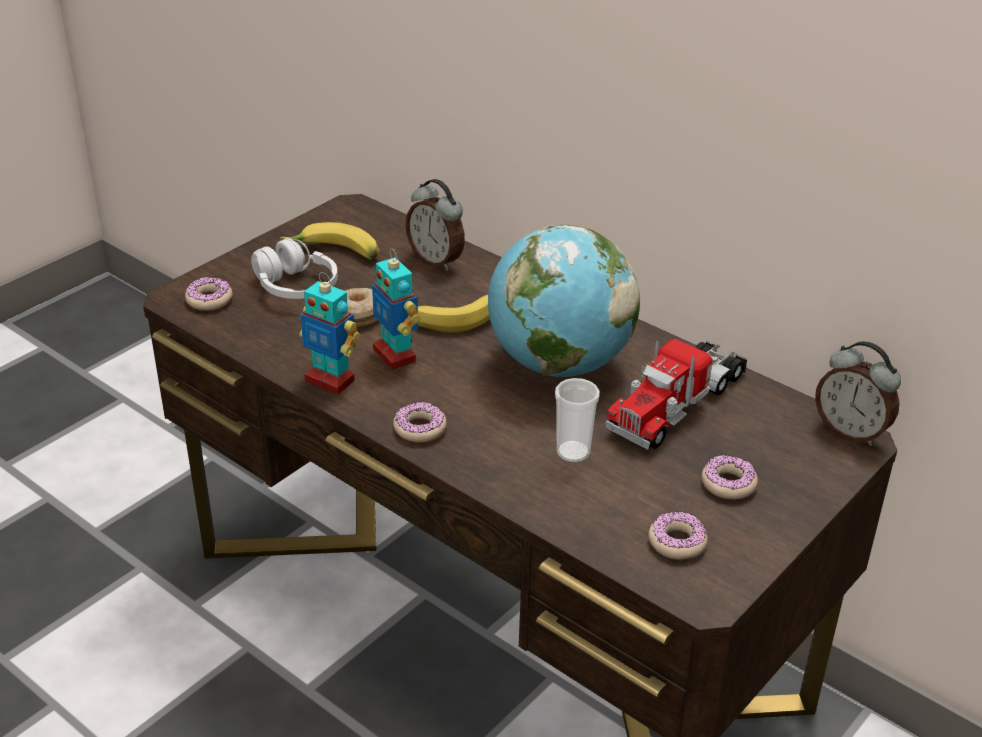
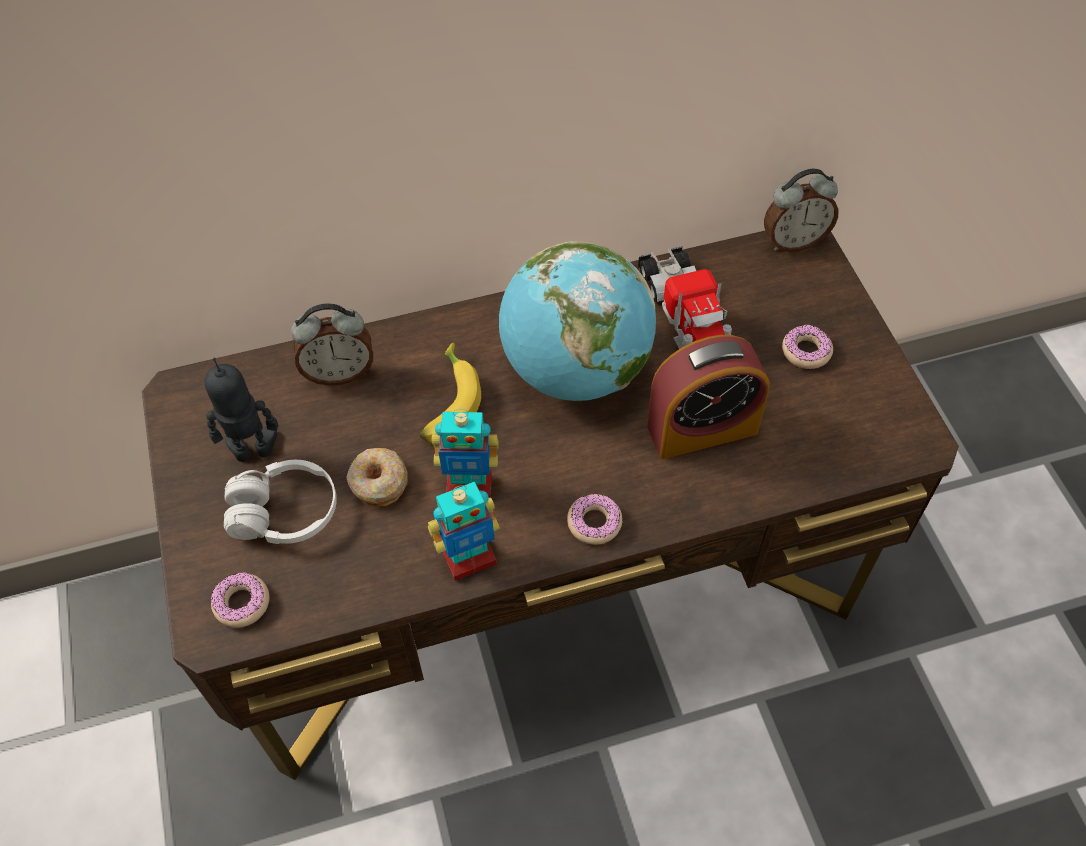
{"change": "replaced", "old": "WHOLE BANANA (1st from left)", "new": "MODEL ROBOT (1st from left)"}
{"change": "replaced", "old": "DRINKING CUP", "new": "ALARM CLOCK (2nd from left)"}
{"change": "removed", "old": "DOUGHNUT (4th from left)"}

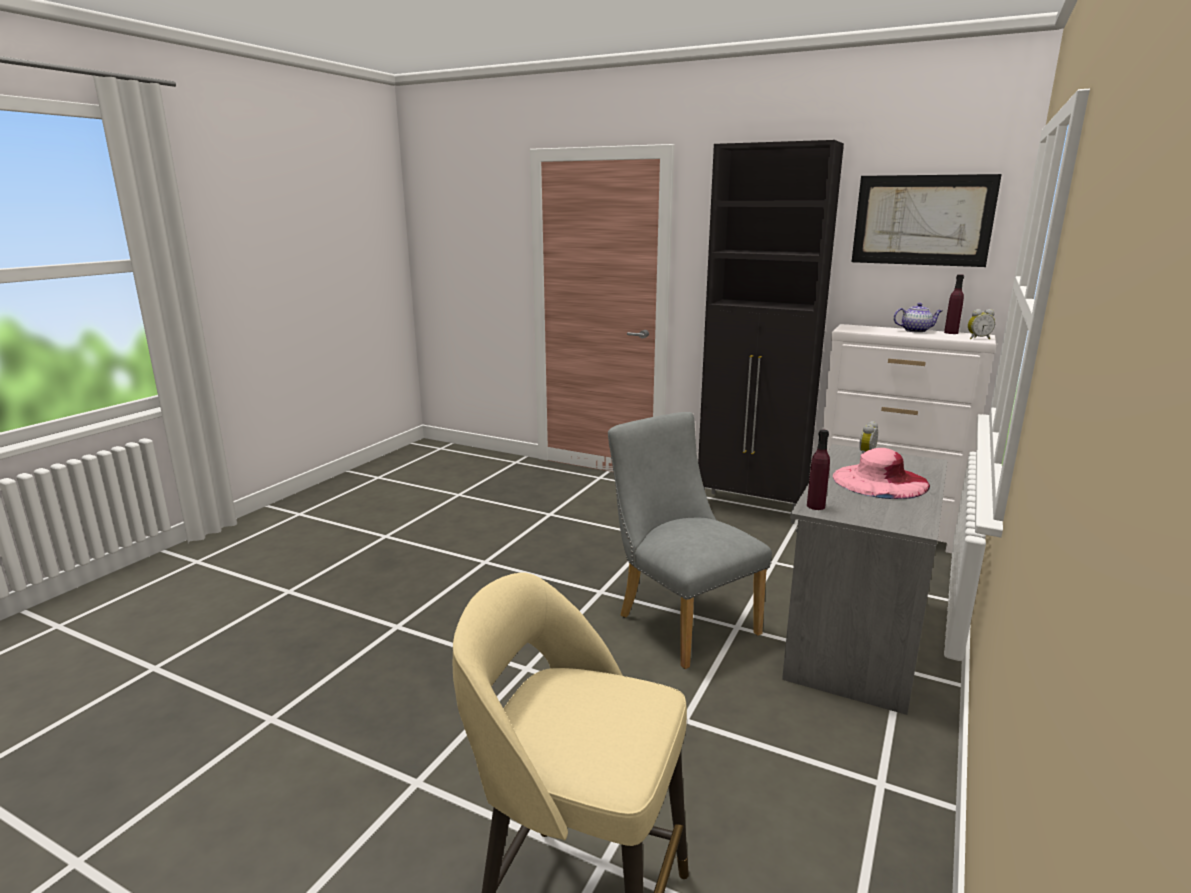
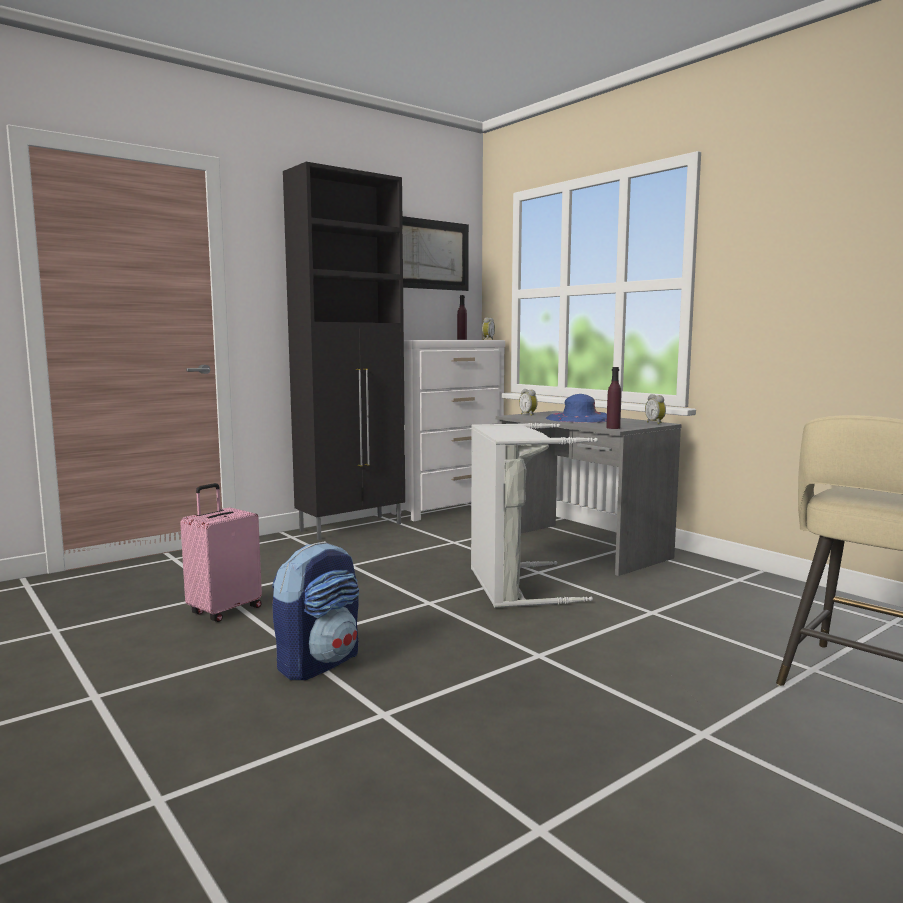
{"change": "removed", "old": "TEA POT"}
{"change": "replaced", "old": "GREYISH UPRIGHT CHAIR", "new": "GREYISH LAUNDRY BASKET"}
{"change": "recoloured", "old": "PINK HAT", "new": "BLUISH HAT"}
{"change": "added", "new": "ALARM CLOCK (3rd from left)"}
{"change": "added", "new": "PINK TRAVEL CASE"}
{"change": "added", "new": "RUCKSACK"}

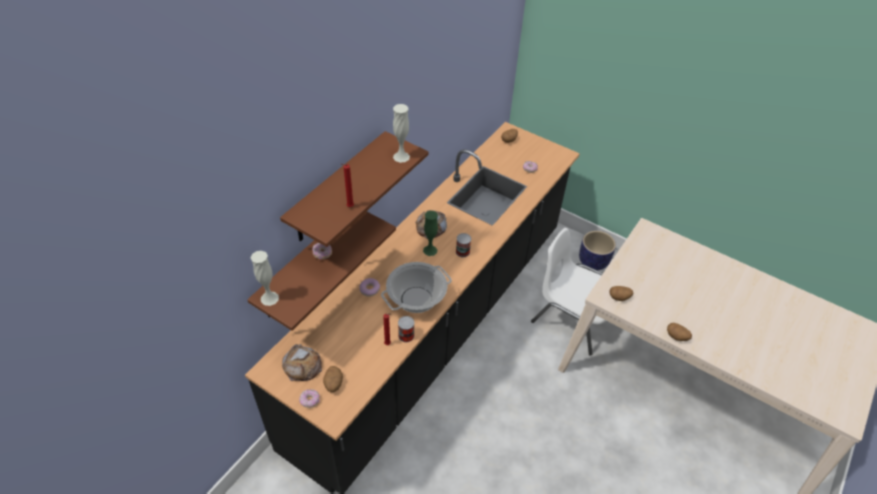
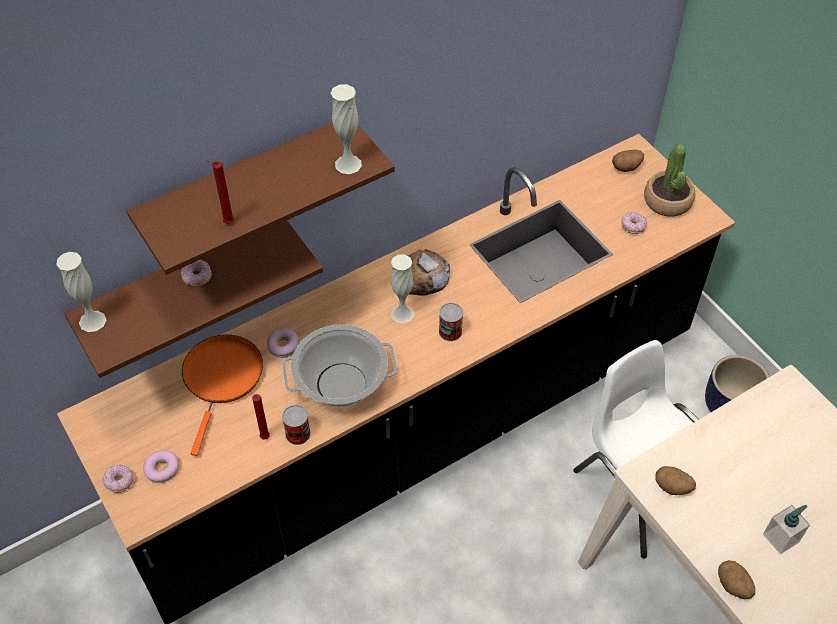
{"change": "recoloured", "old": "GREEN VASE", "new": "WHITISH VASE (3rd from left)"}
{"change": "removed", "old": "BAKERY BREAD (1st from left)"}
{"change": "replaced", "old": "POTATO (1st from left)", "new": "DOUGHNUT (2nd from left)"}
{"change": "added", "new": "POTTED PLANT"}
{"change": "added", "new": "ORANGE FRYING PAN"}
{"change": "added", "new": "SOAP DISPENSER"}

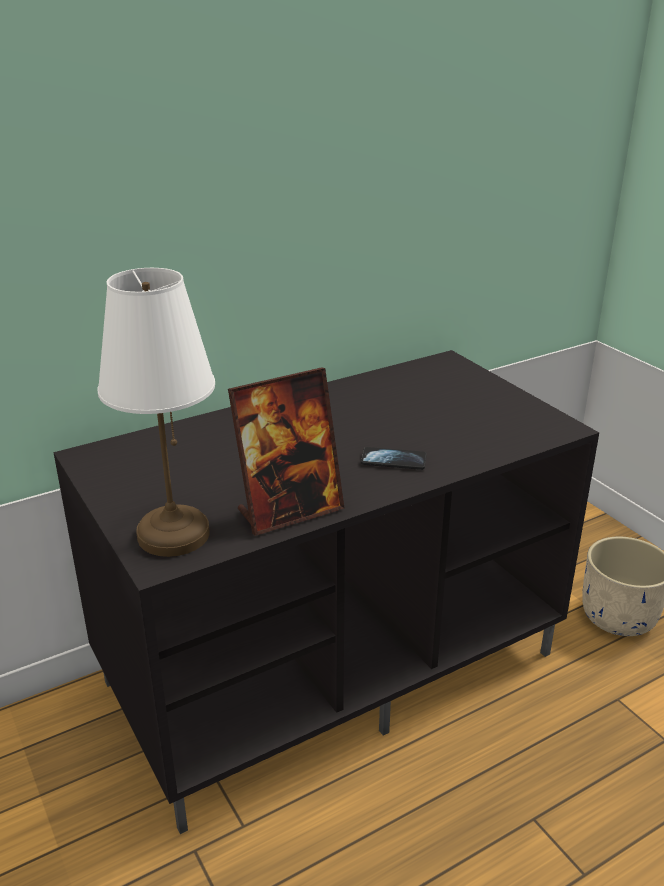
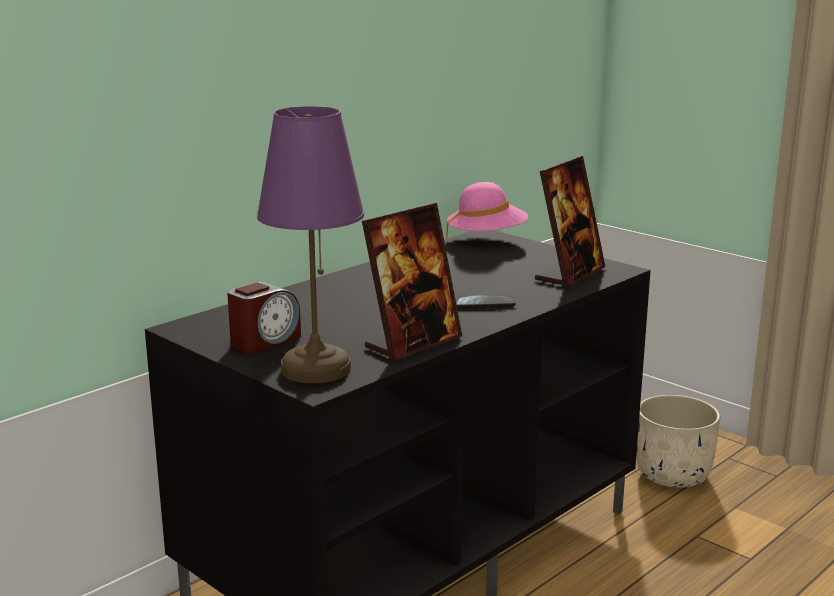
{"change": "recoloured", "old": "WHITISH LAMP FOR A TABLE", "new": "PURPLISH LAMP FOR A TABLE"}
{"change": "added", "new": "PHOTO FRAME (2nd from left)"}
{"change": "added", "new": "PINK HAT"}
{"change": "added", "new": "ALARM CLOCK"}

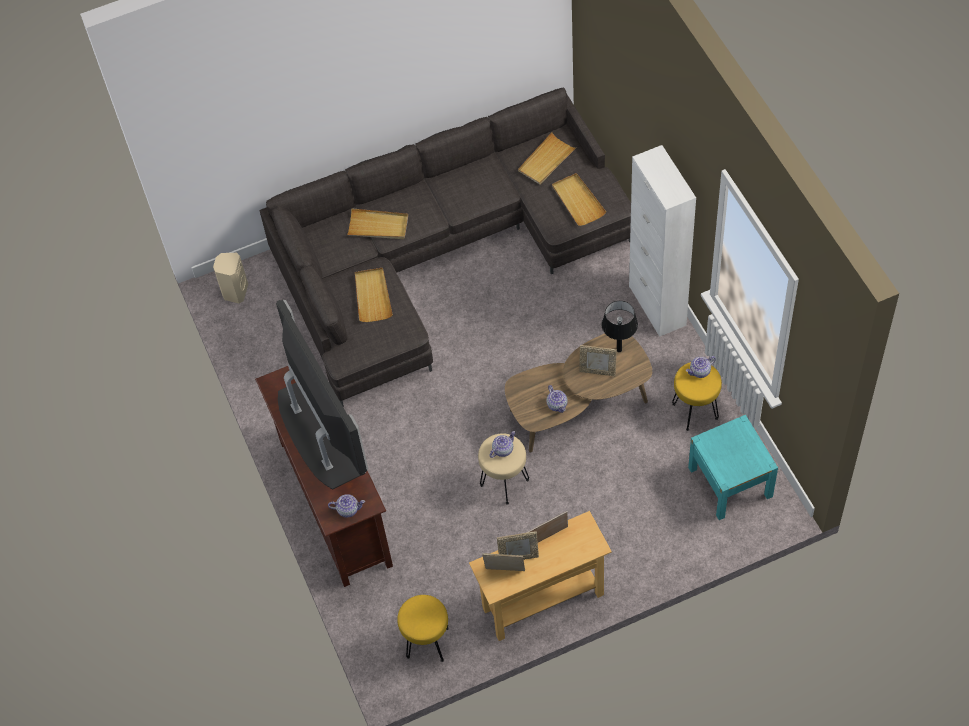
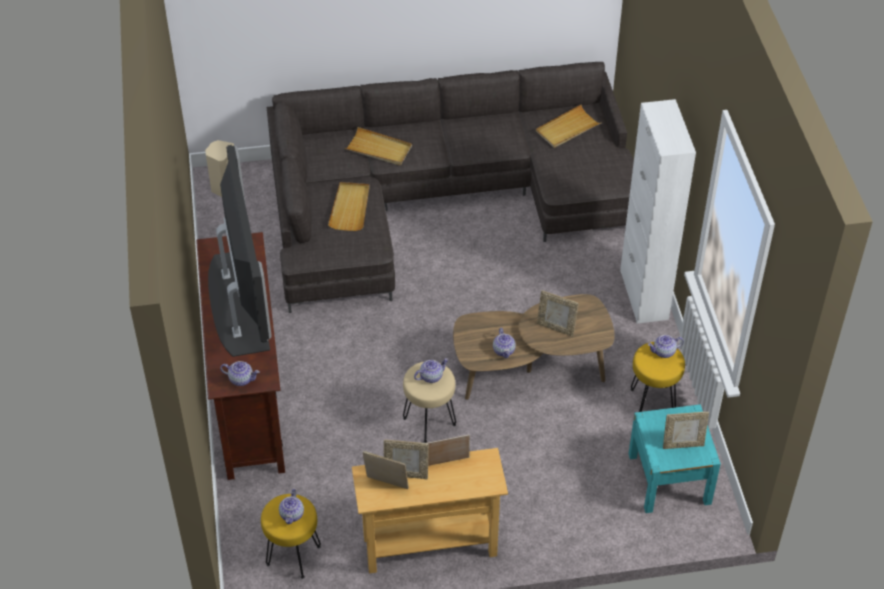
{"change": "removed", "old": "BEIGE CARRYING TRAY (4th from left)"}
{"change": "removed", "old": "BLACK LAMP FOR A TABLE"}
{"change": "added", "new": "PHOTO FRAME (5th from left)"}
{"change": "added", "new": "TEA POT (2nd from left)"}

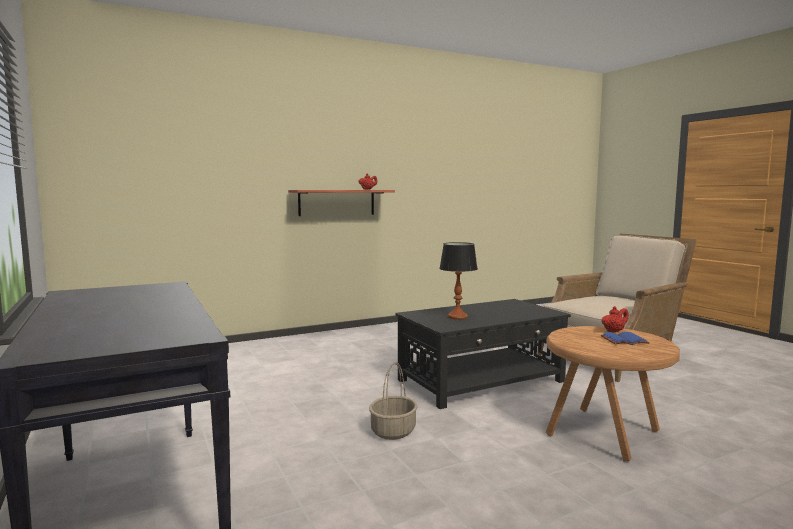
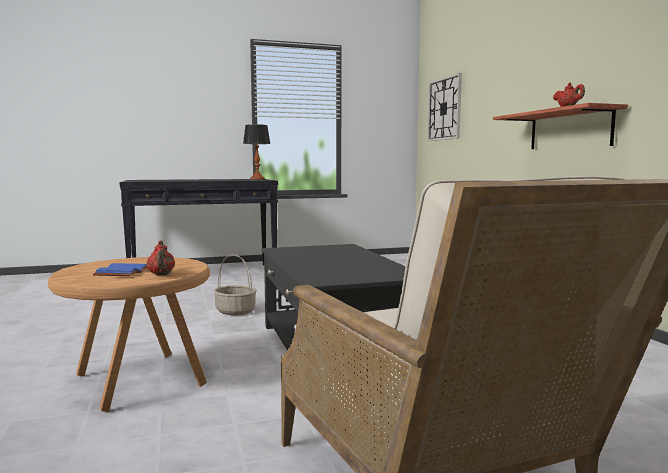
{"change": "moved", "old": "LAMP FOR A TABLE"}
{"change": "added", "new": "HANGING CLOCK"}

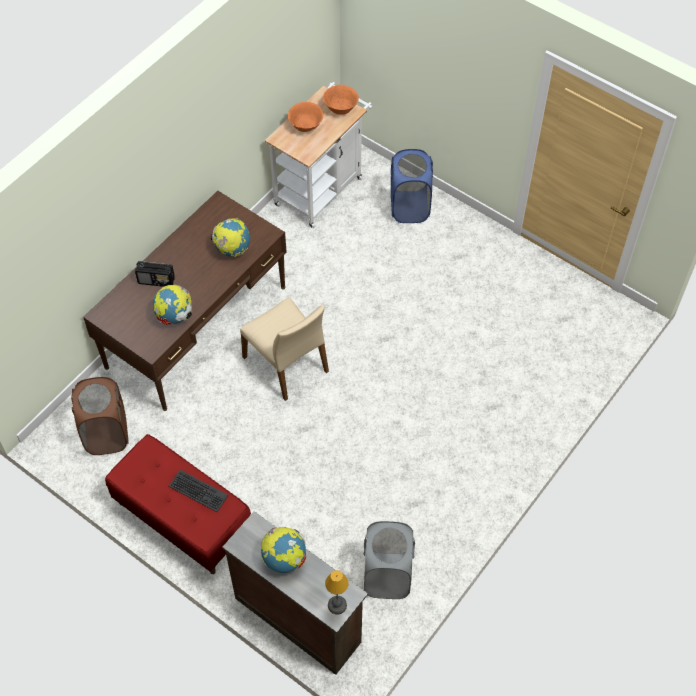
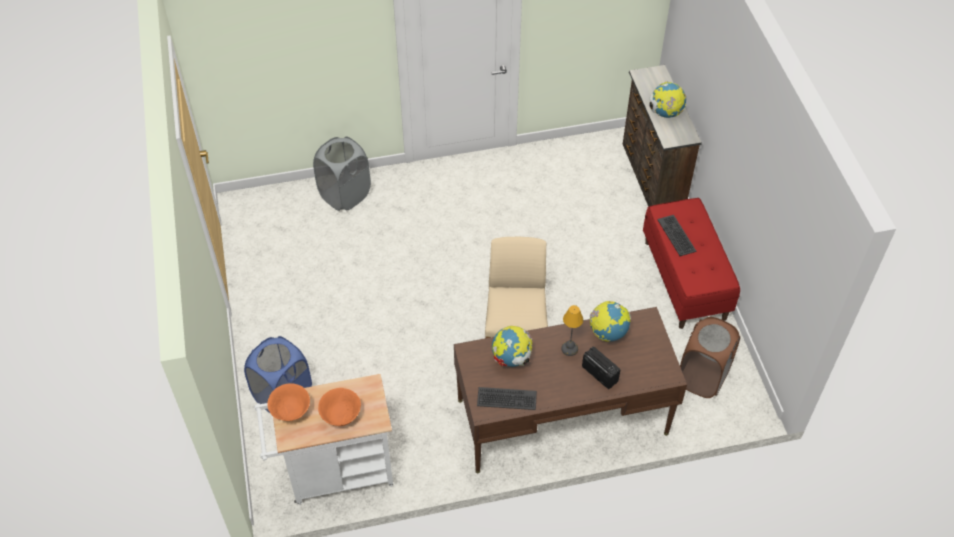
{"change": "moved", "old": "GREYISH LAUNDRY BASKET"}
{"change": "moved", "old": "LAMP FOR A TABLE"}
{"change": "added", "new": "COMPUTER KEYBOARD (1st from left)"}

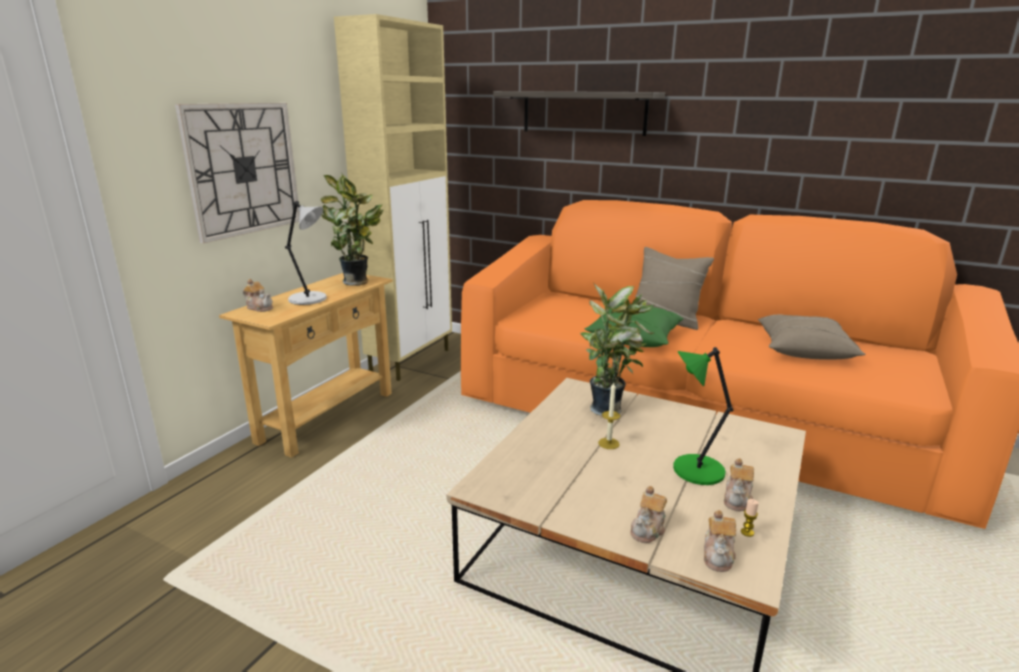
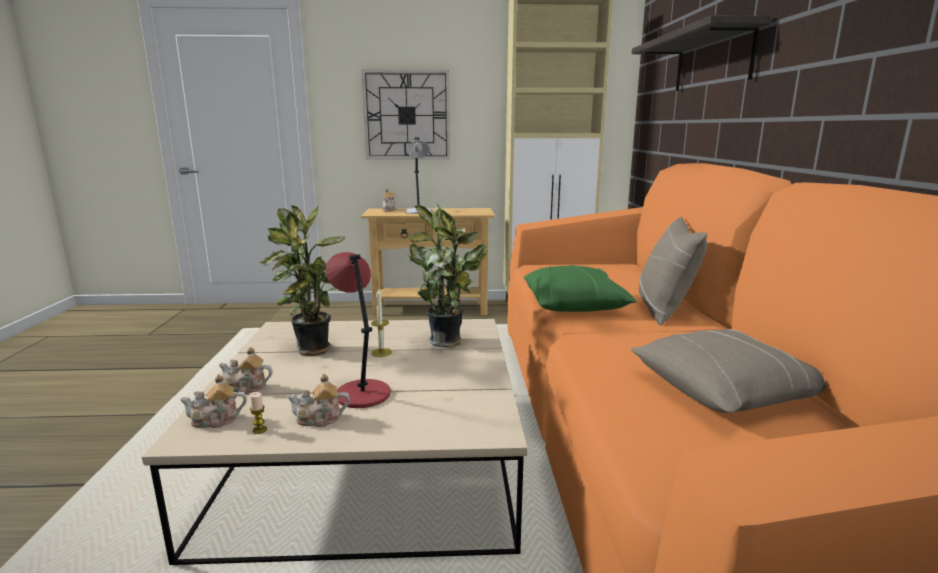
{"change": "moved", "old": "POTTED PLANT (1st from left)"}
{"change": "recoloured", "old": "GREEN LAMP FOR A TABLE", "new": "RED-COLOURED LAMP FOR A TABLE"}

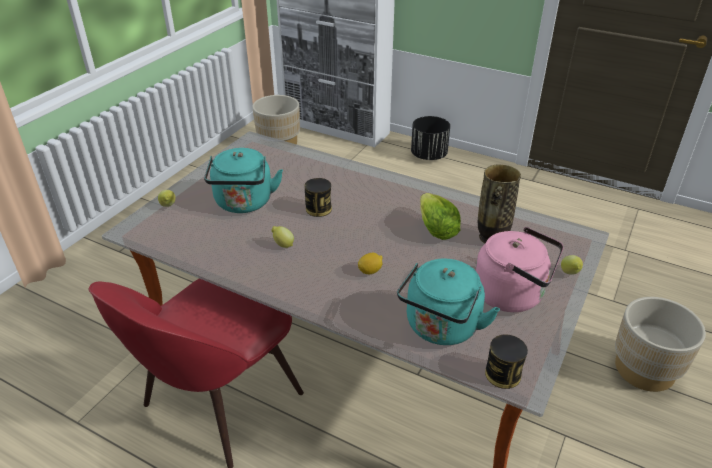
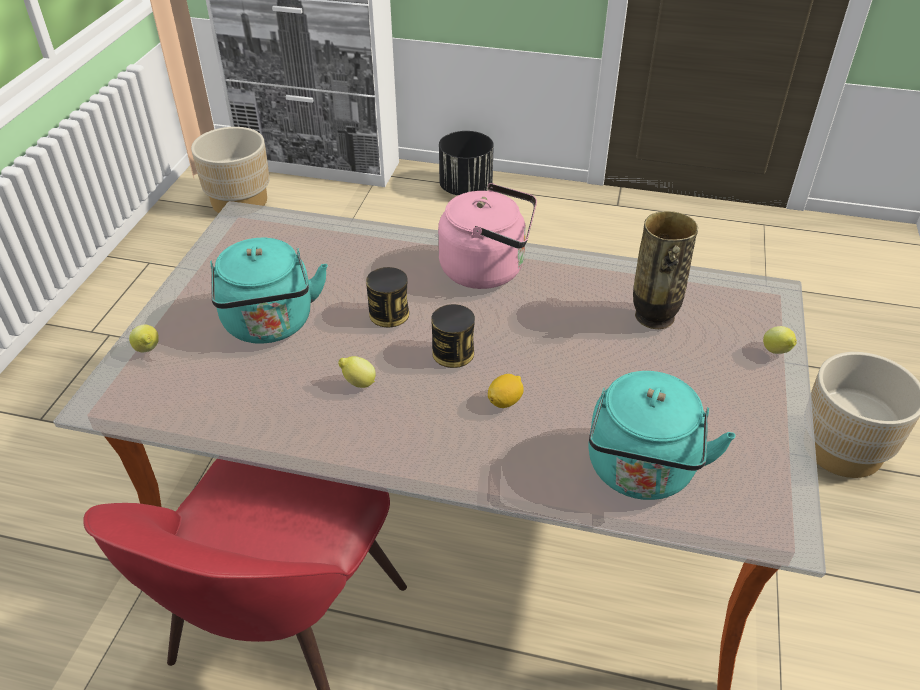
{"change": "removed", "old": "LETTUCE HEAD"}
{"change": "moved", "old": "PINK KETTLE"}
{"change": "moved", "old": "CAN (2nd from left)"}

